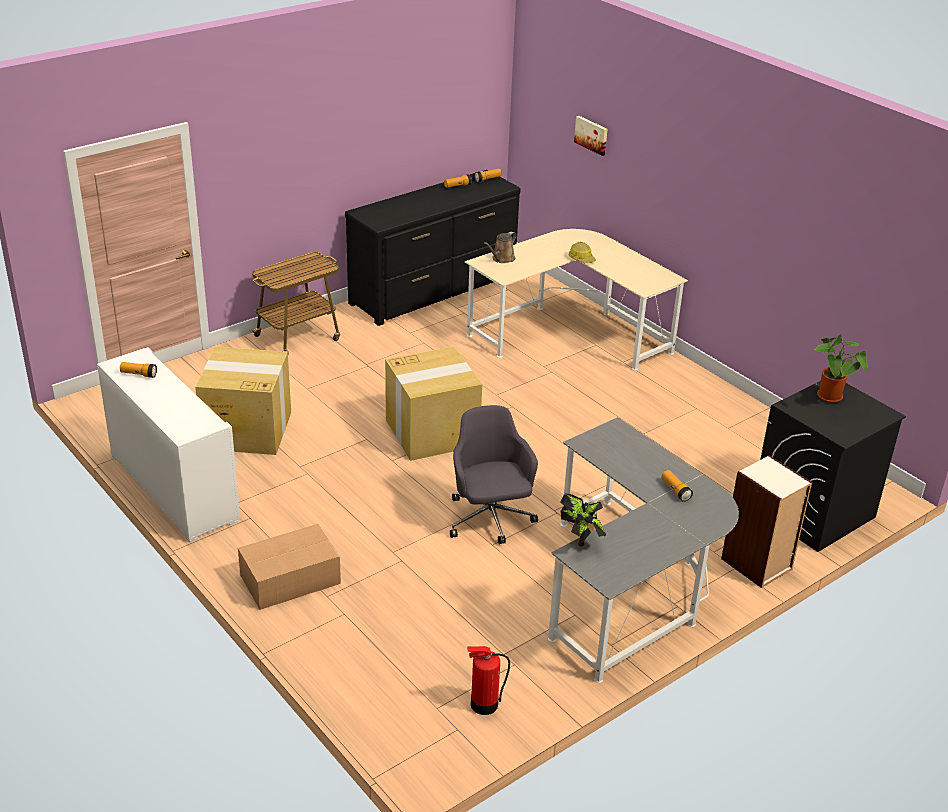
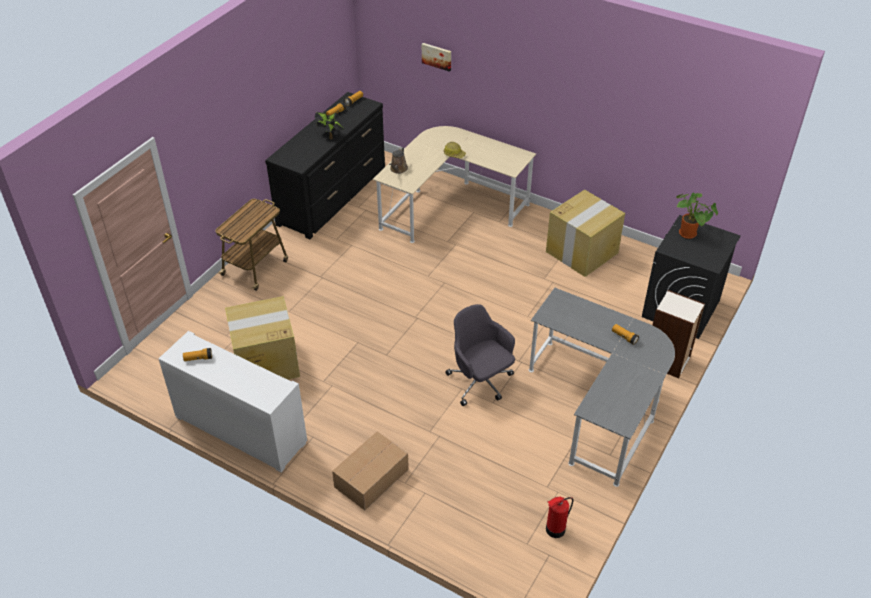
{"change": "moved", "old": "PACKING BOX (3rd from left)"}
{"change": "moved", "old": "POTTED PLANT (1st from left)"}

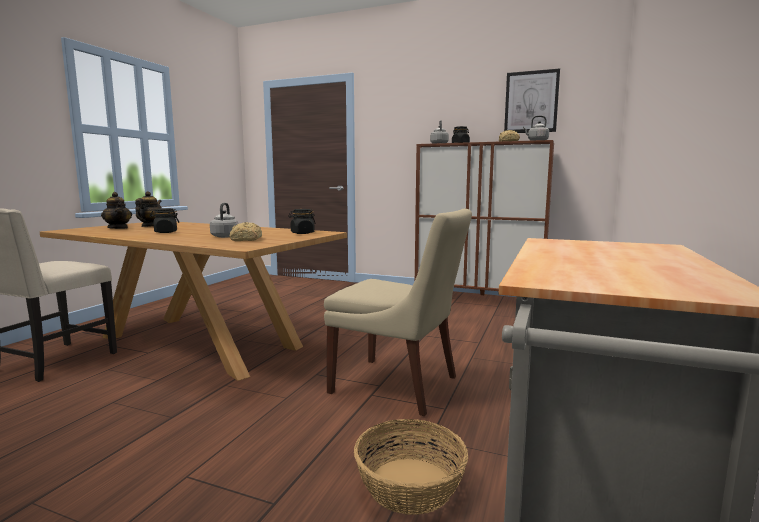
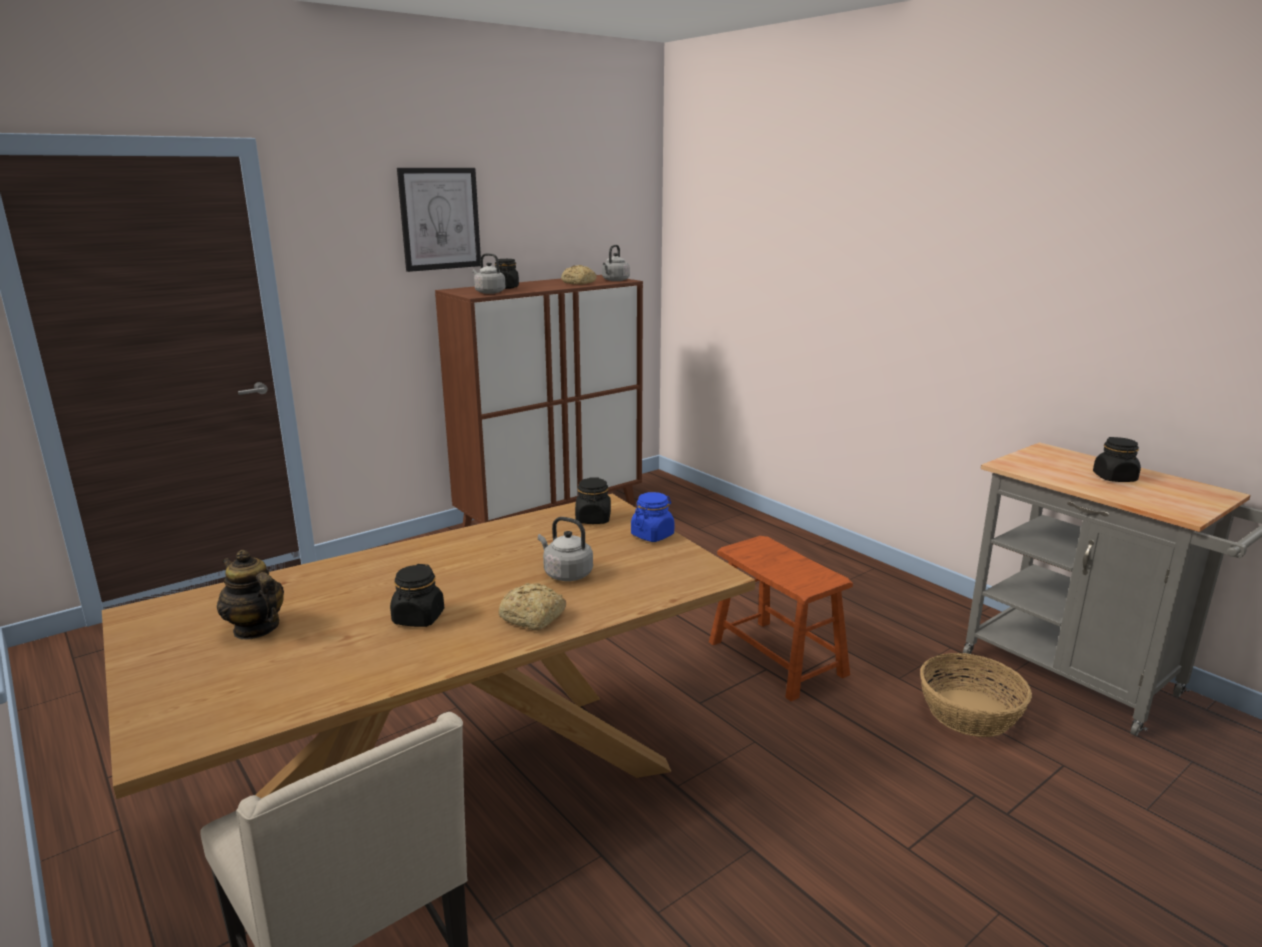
{"change": "moved", "old": "WALL PICTURE"}
{"change": "removed", "old": "TEA POT (1st from left)"}
{"change": "replaced", "old": "BEIGE UPRIGHT CHAIR (2nd from left)", "new": "BROWN-COLOURED SITTING STOOL"}
{"change": "moved", "old": "BAKERY BREAD (1st from left)"}
{"change": "added", "new": "BLACK JAR (4th from left)"}
{"change": "added", "new": "BLUISH JAR"}

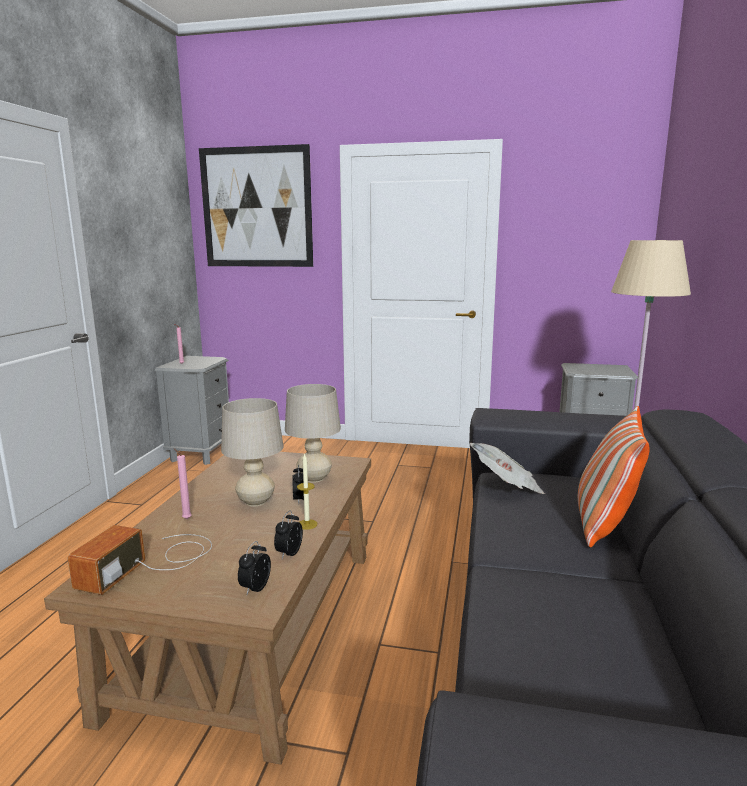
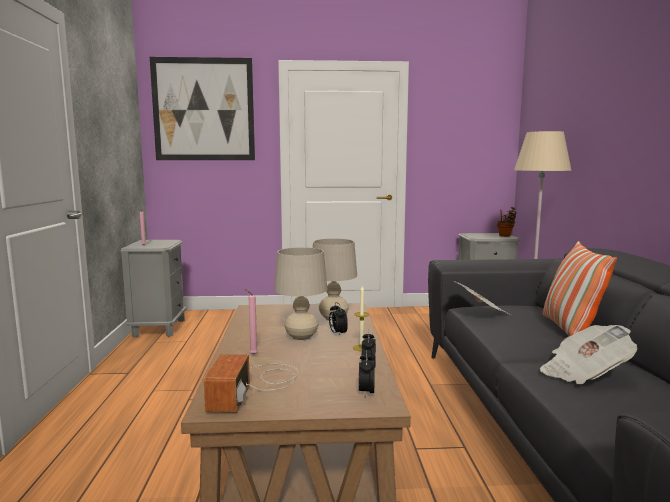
{"change": "added", "new": "POTTED PLANT"}
{"change": "added", "new": "DAILY PAPER (2nd from left)"}

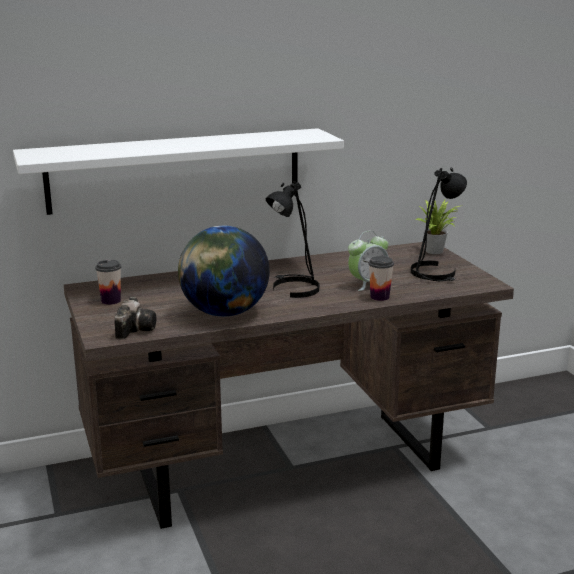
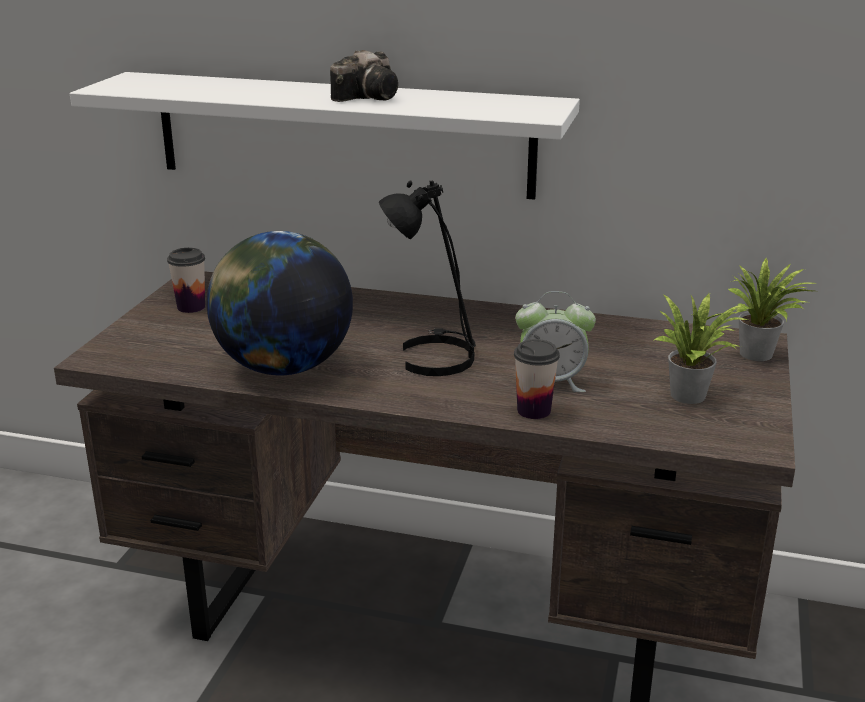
{"change": "replaced", "old": "BLACK LAMP FOR A TABLE (2nd from left)", "new": "POTTED PLANT (1st from left)"}
{"change": "moved", "old": "PHOTO CAMERA"}

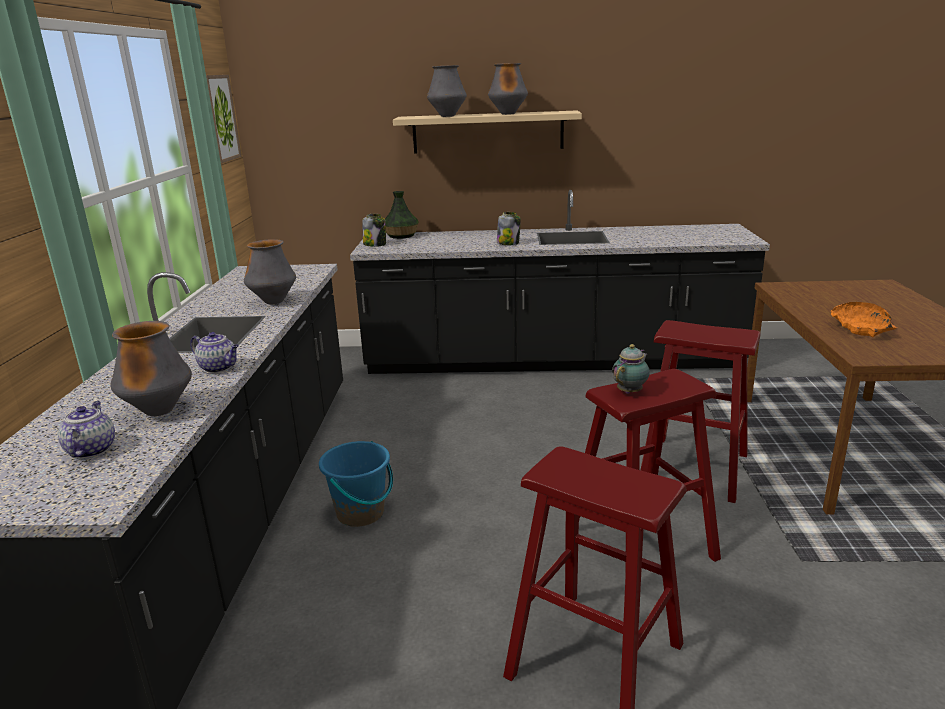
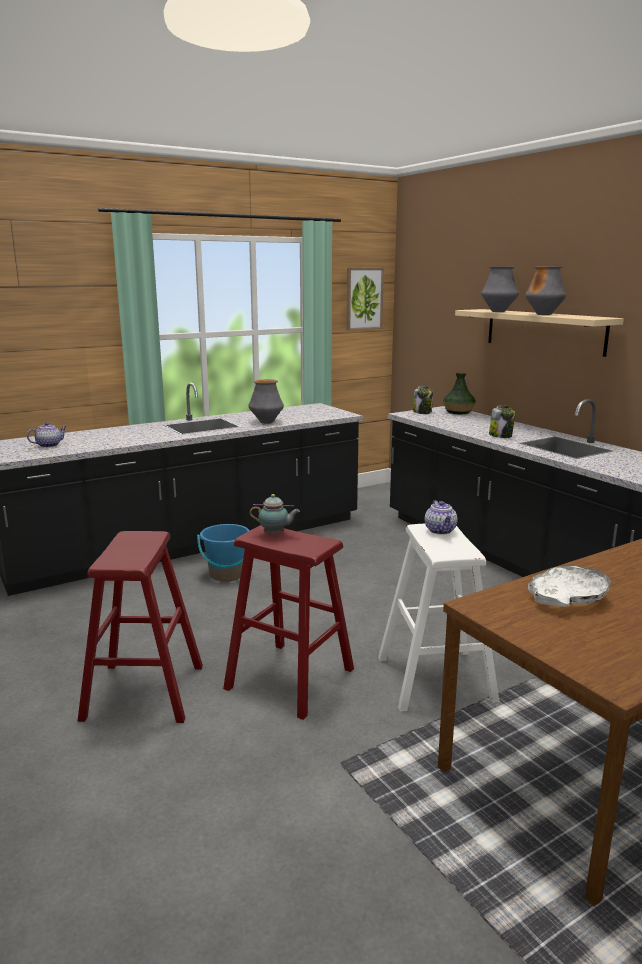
{"change": "recoloured", "old": "ORANGE DEEP DISH", "new": "WHITISH DEEP DISH"}
{"change": "recoloured", "old": "RED-COLOURED SITTING STOOL (3rd from left)", "new": "WHITISH SITTING STOOL"}
{"change": "removed", "old": "VASE (1st from left)"}
{"change": "moved", "old": "TEA POT (2nd from left in the first image)", "new": "TEA POT (3rd from left)"}

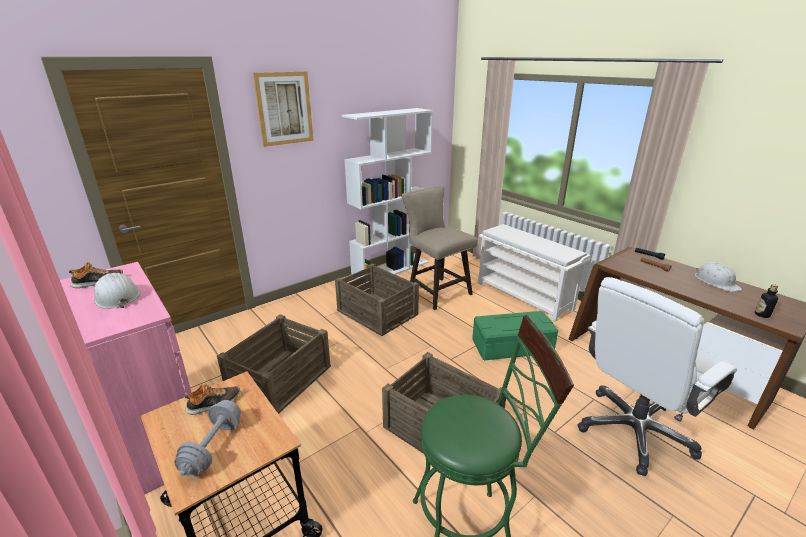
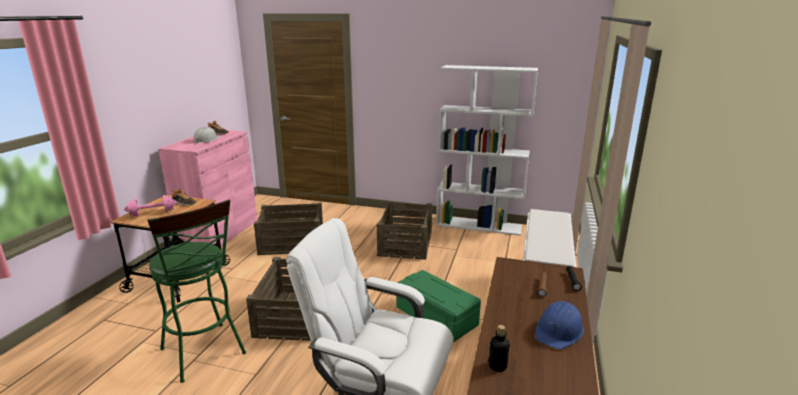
{"change": "removed", "old": "WALL PICTURE"}
{"change": "removed", "old": "BEIGE SITTING STOOL"}
{"change": "recoloured", "old": "WHITISH WORK HELMET (2nd from left)", "new": "BLUISH WORK HELMET"}
{"change": "recoloured", "old": "GREYISH FREE WEIGHT", "new": "PINK FREE WEIGHT"}

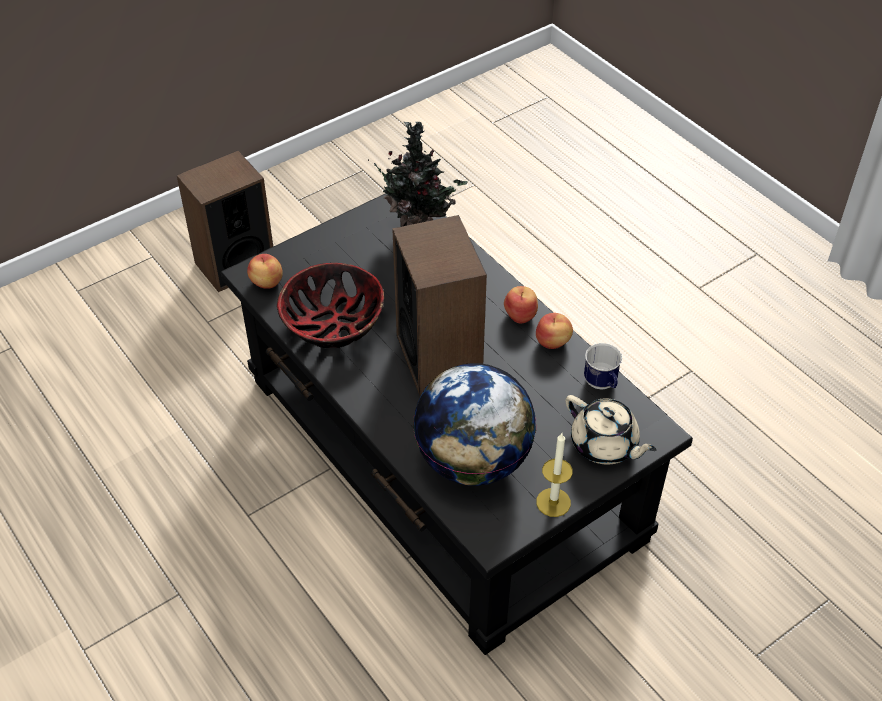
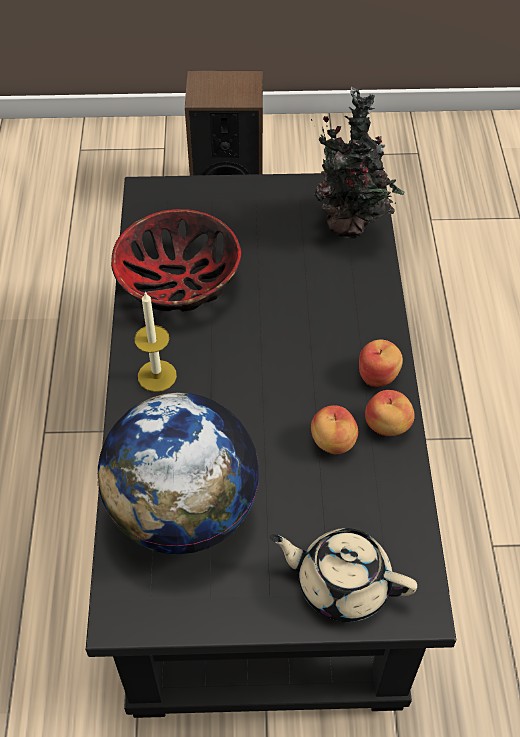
{"change": "removed", "old": "LOUDSPEAKER (2nd from left)"}
{"change": "moved", "old": "APPLE FRUIT (1st from left)"}
{"change": "removed", "old": "MUG"}
{"change": "turned", "old": "BEIGE TEA POT", "degrees": 120}
{"change": "moved", "old": "CANDLE"}

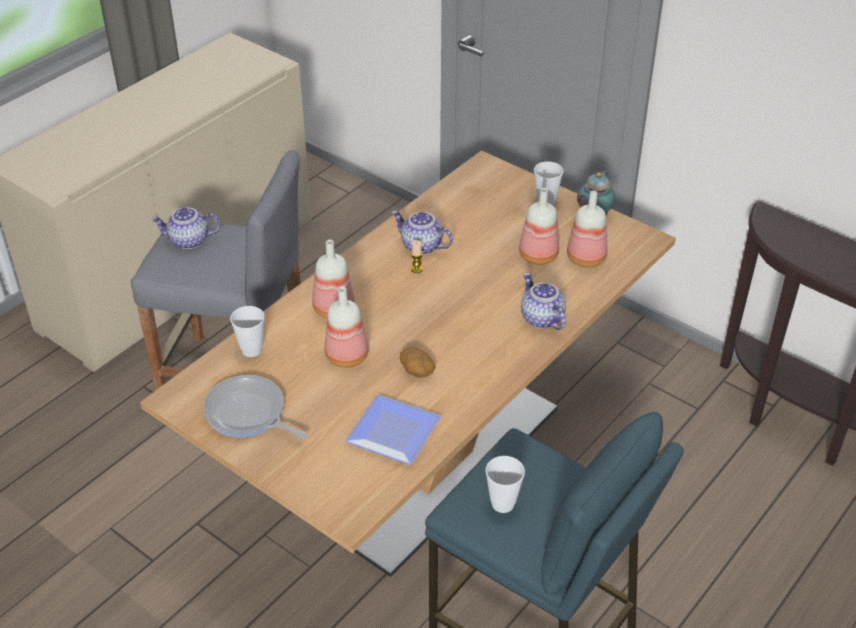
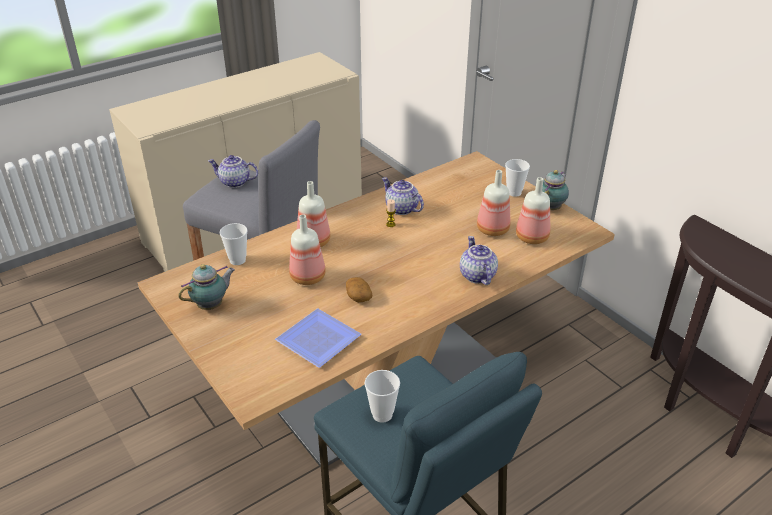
{"change": "replaced", "old": "FRYING PAN", "new": "TEA POT (1st from left)"}

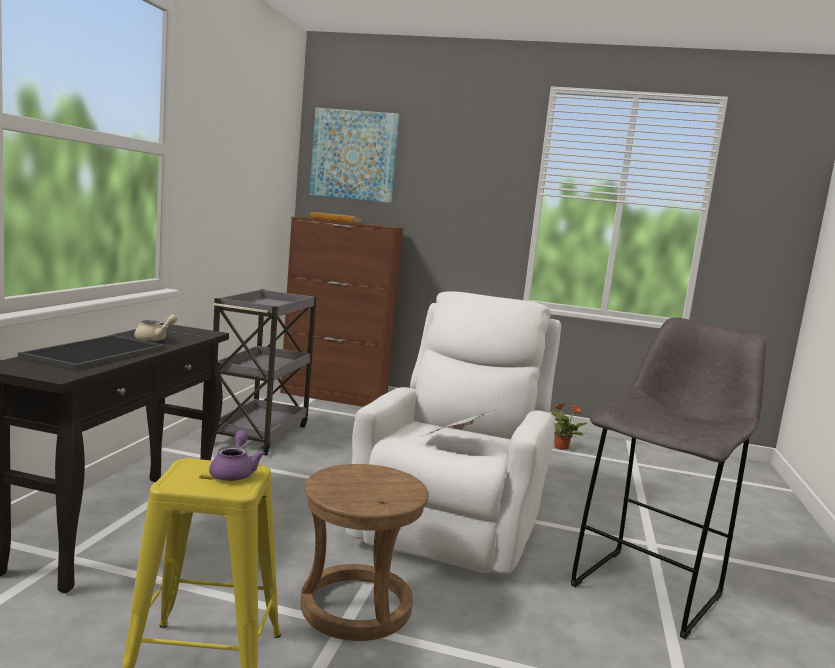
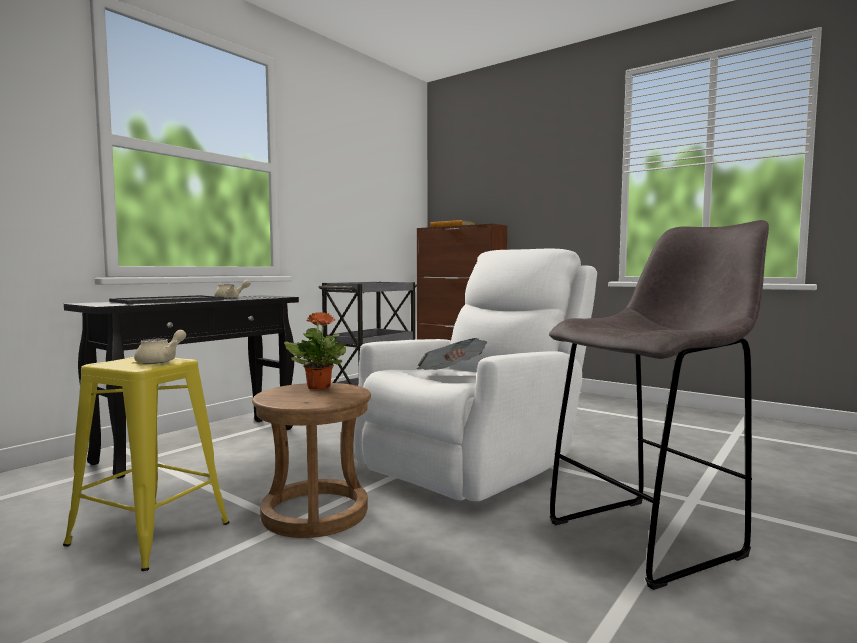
{"change": "removed", "old": "WALL PICTURE"}
{"change": "moved", "old": "POTTED PLANT"}
{"change": "recoloured", "old": "PURPLISH TEA POT", "new": "BEIGE TEA POT (1st from left)"}

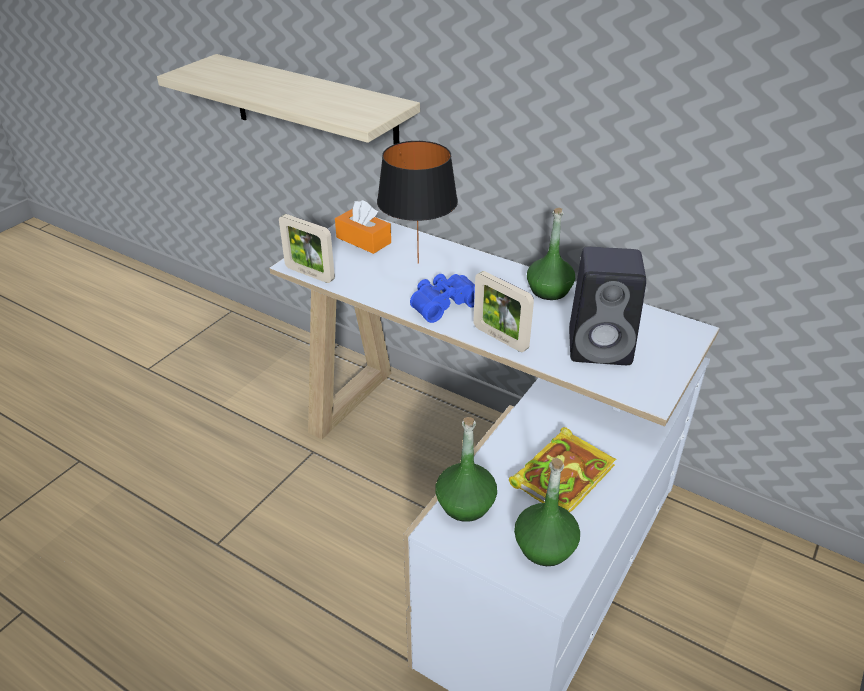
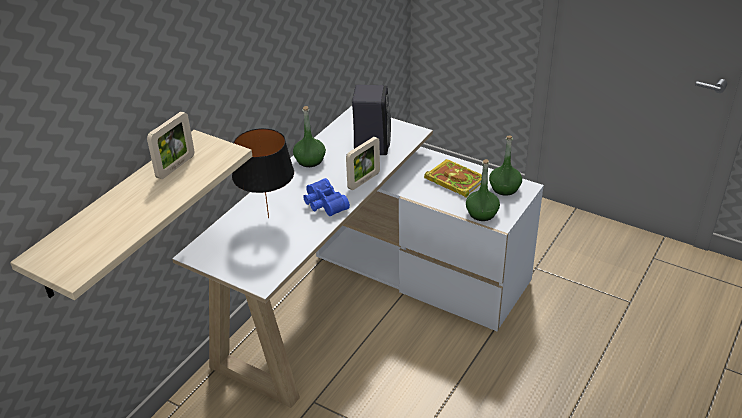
{"change": "removed", "old": "ORANGE TISSUE BOX"}
{"change": "moved", "old": "PHOTO FRAME (1st from left)"}

